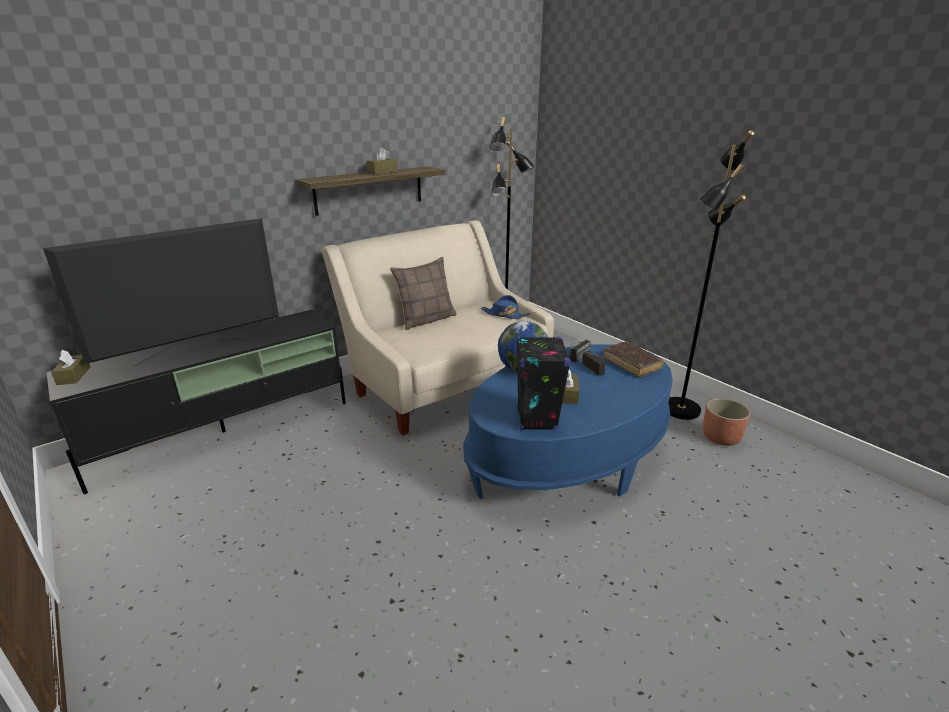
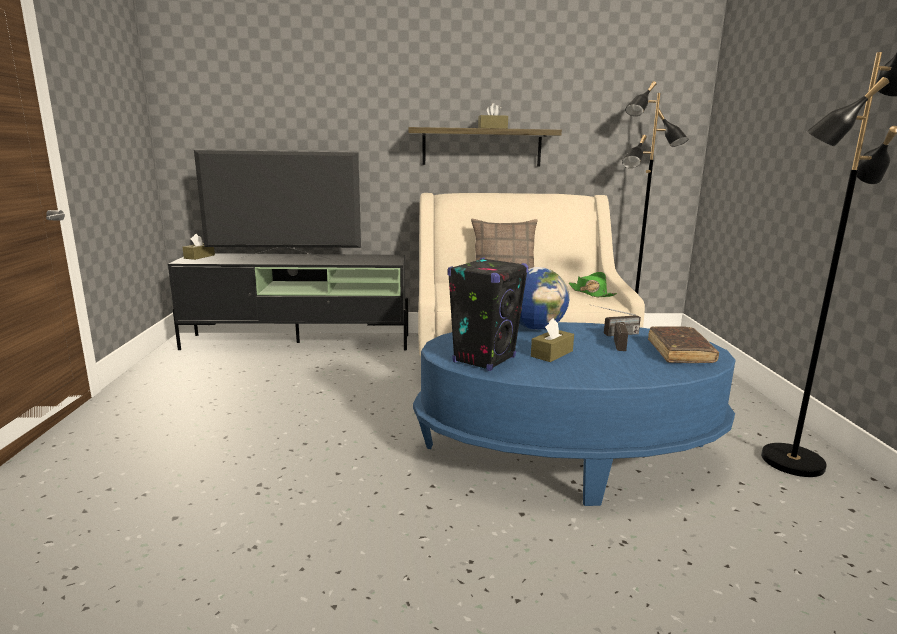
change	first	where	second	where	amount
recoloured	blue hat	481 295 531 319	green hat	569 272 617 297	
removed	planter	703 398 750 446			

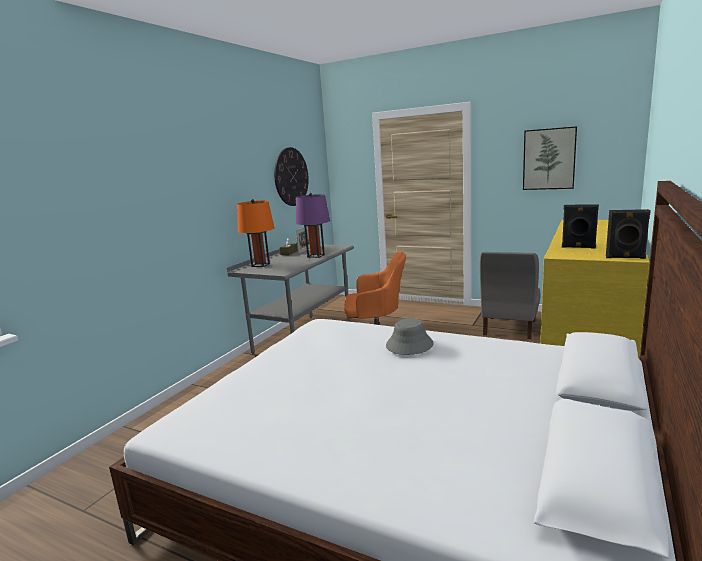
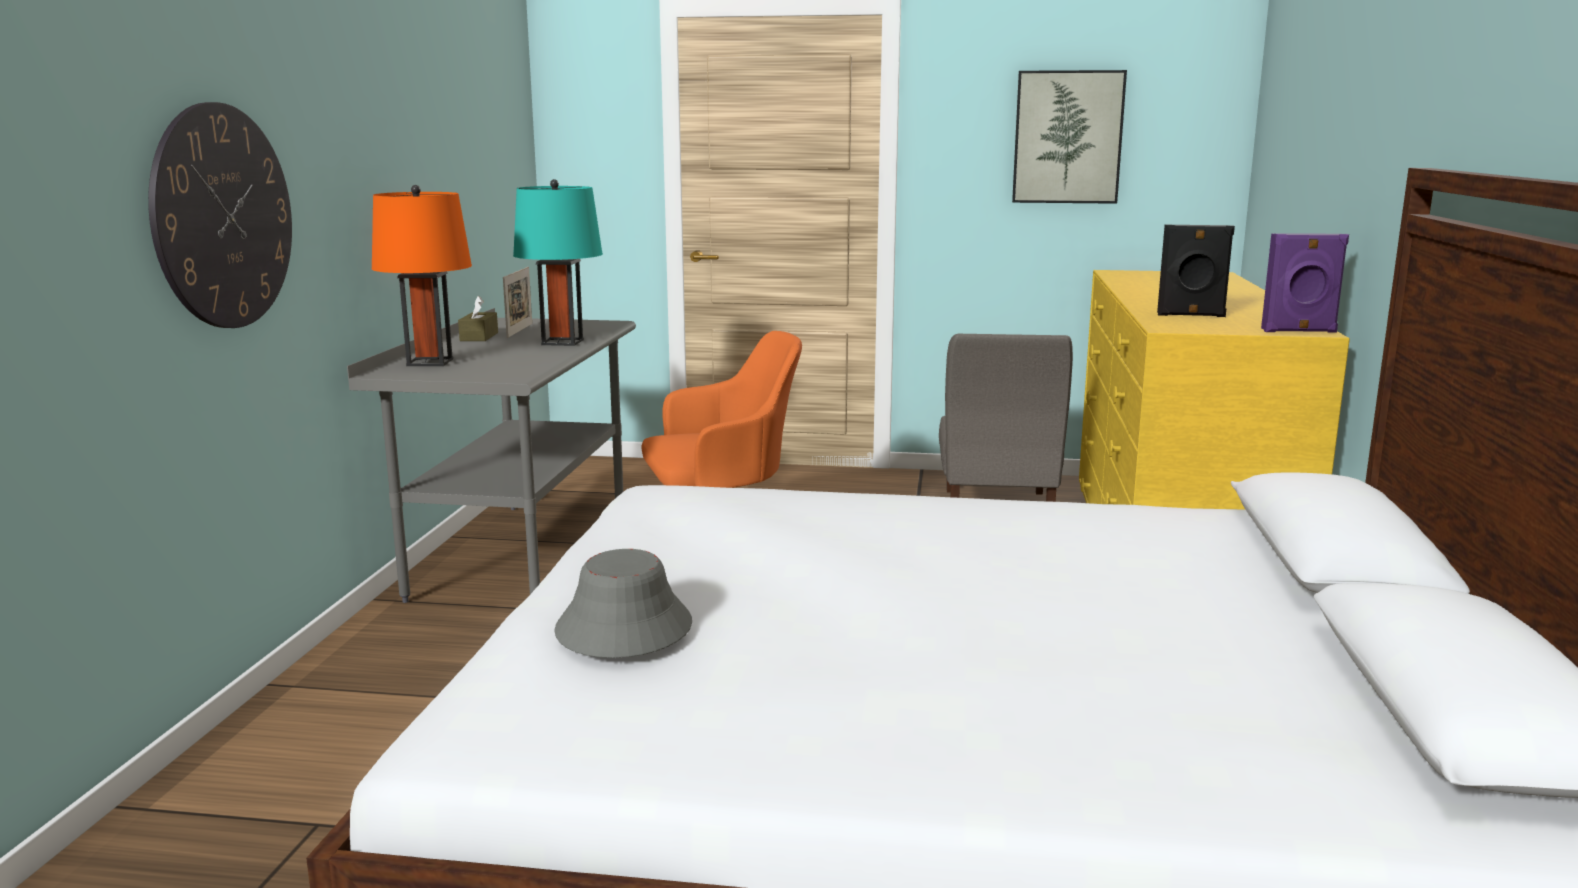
change	first	where	second	where	amount
moved	wall clock	274 147 309 206		148 102 292 328	
recoloured	purple table lamp	296 193 330 258	turquoise table lamp	513 179 602 346	
moved	grey hat	386 318 433 355		554 549 692 658	
recoloured	black speaker	606 209 651 259	purple speaker	1261 233 1349 333	

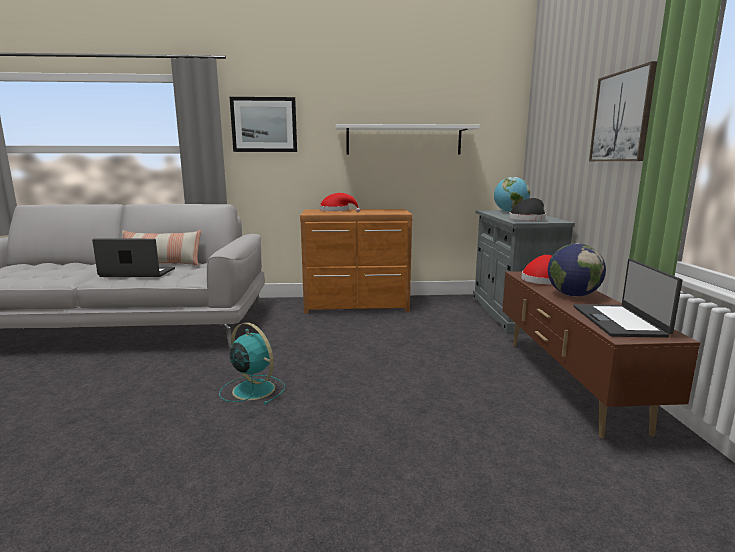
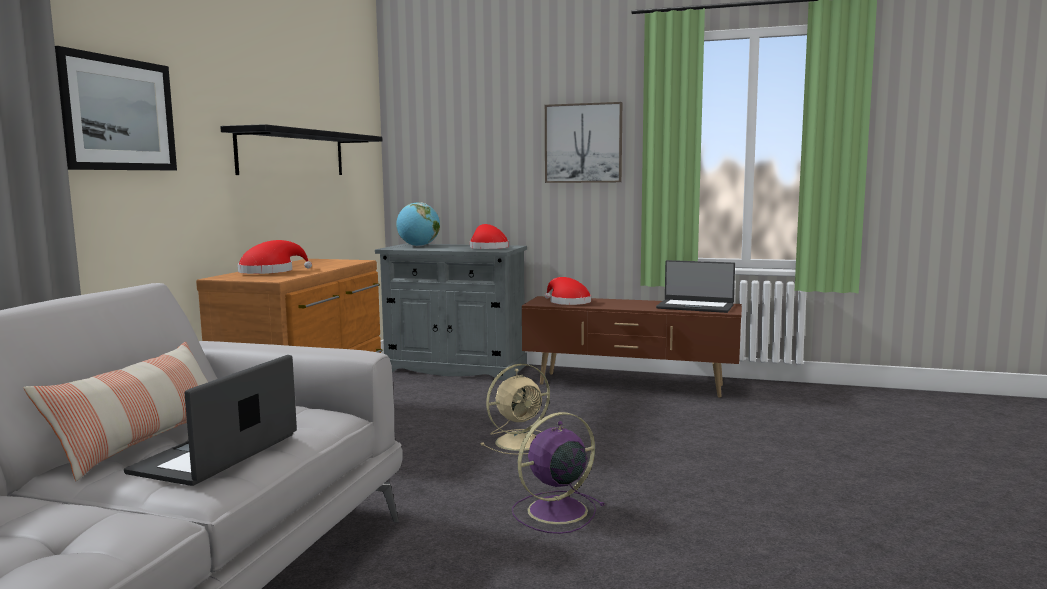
change	first	where	second	where	amount
recoloured	white shelf	336 124 480 155	black shelf	220 124 382 175	
recoloured	black hat	509 198 546 220	red hat	470 224 509 249	
added			beige fan	480 364 550 455	
recoloured	turquoise fan	219 322 285 405	purple fan	512 412 605 534	
removed	globe	548 243 606 297			

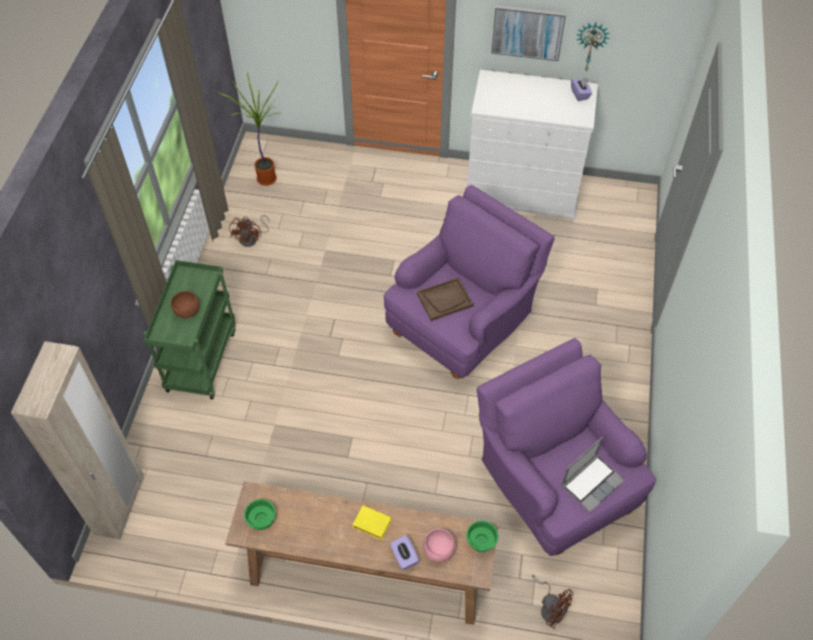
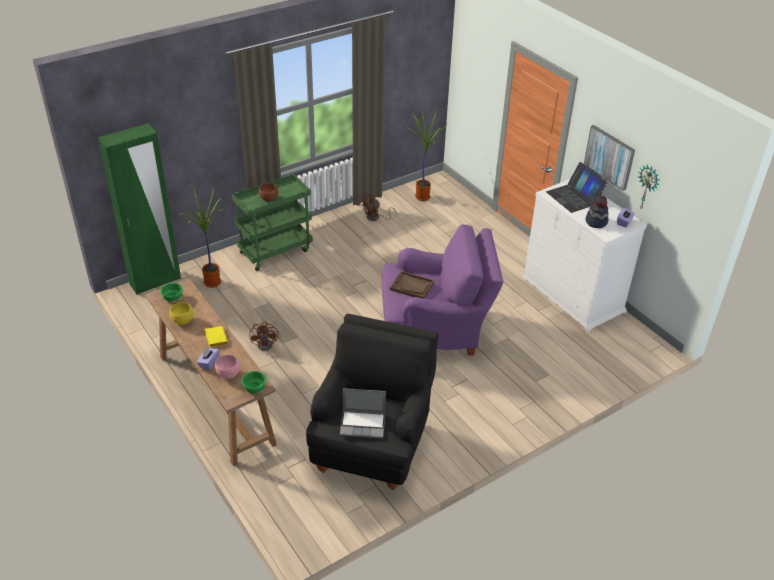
change	first	where	second	where	amount
recoloured	beige wardrobe	11 341 144 540	green wardrobe	98 123 181 295	
added			yellow bowl	170 302 194 325	
added			potted plant	177 187 224 288	
moved	brown fan	532 575 574 629		249 321 281 351	
recoloured	purple armchair	477 338 656 556	black armchair	306 314 438 490	
added			laptop	546 162 607 213	
added			hat	585 195 609 228	

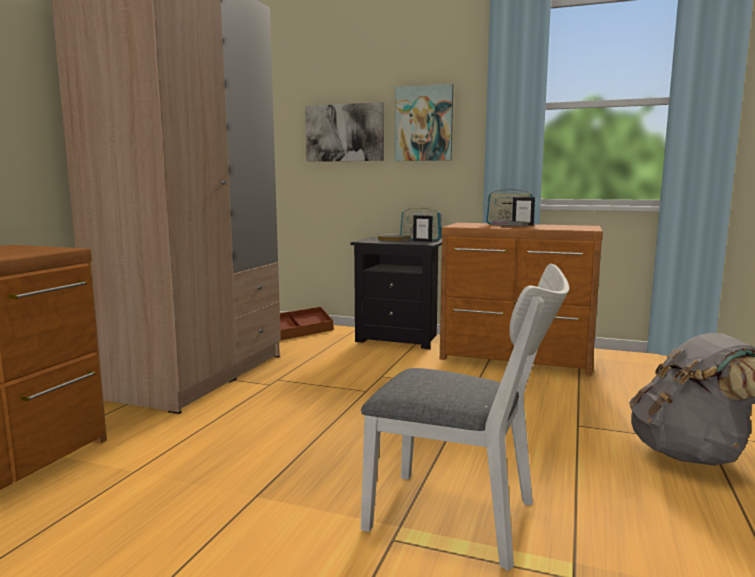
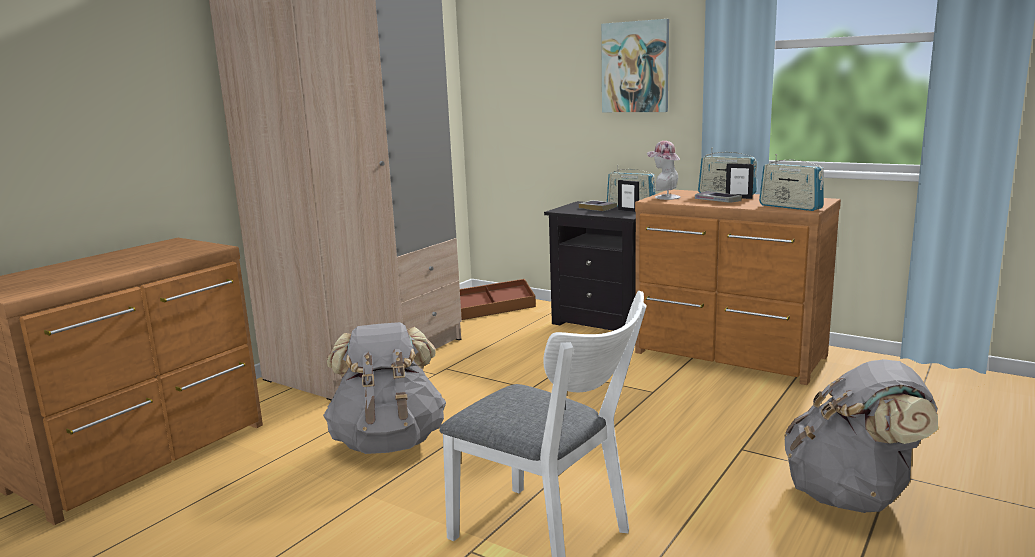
change	first	where	second	where	amount
added			grey backpack	323 322 446 454	
added			hat	647 141 680 200	
added			radio	759 154 824 211	
removed	picture	305 102 384 162			

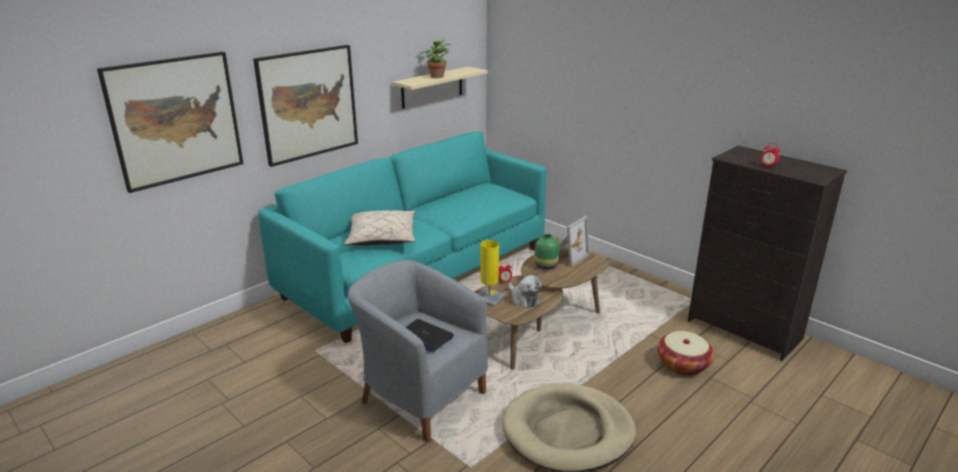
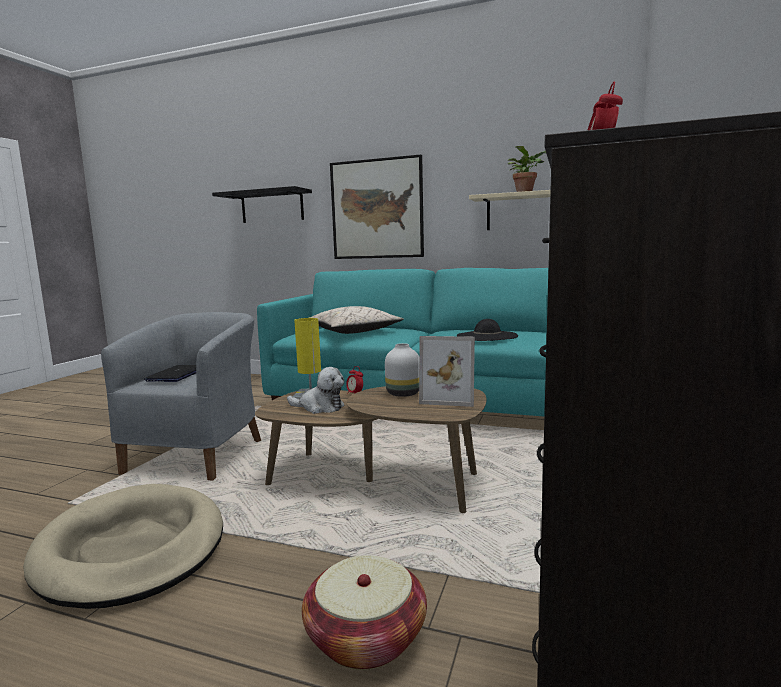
change	first	where	second	where	amount
replaced	picture	97 52 243 193	black shelf	212 186 312 223	
turned	plush toy	508 275 542 308		287 367 344 414	105 degrees counterclockwise
recoloured	green vase	535 234 559 270	white vase	385 343 419 397	
added			black hat	457 319 518 341	

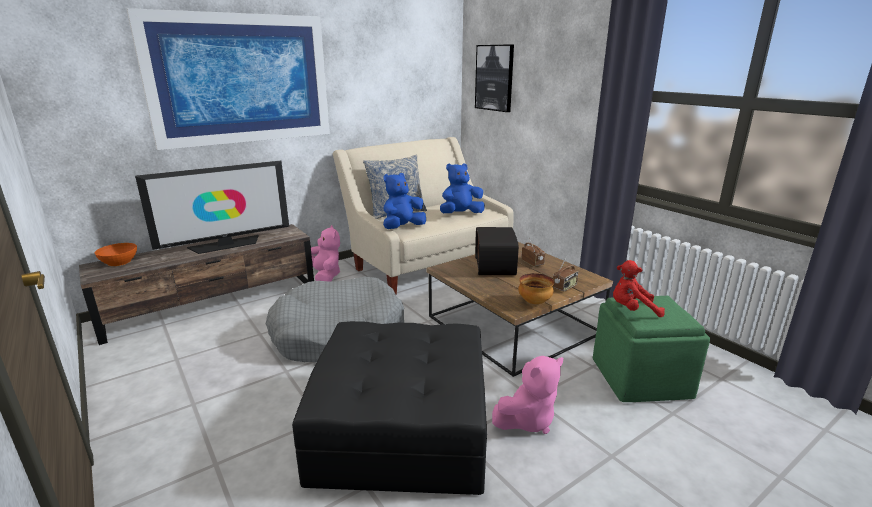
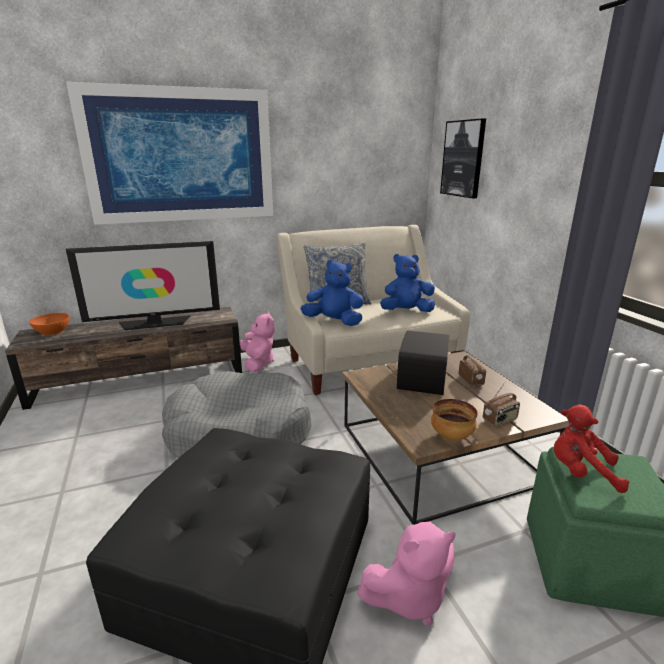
change	first	where	second	where	amount
turned	blue plush toy	383 173 426 229		300 260 364 326	45 degrees clockwise

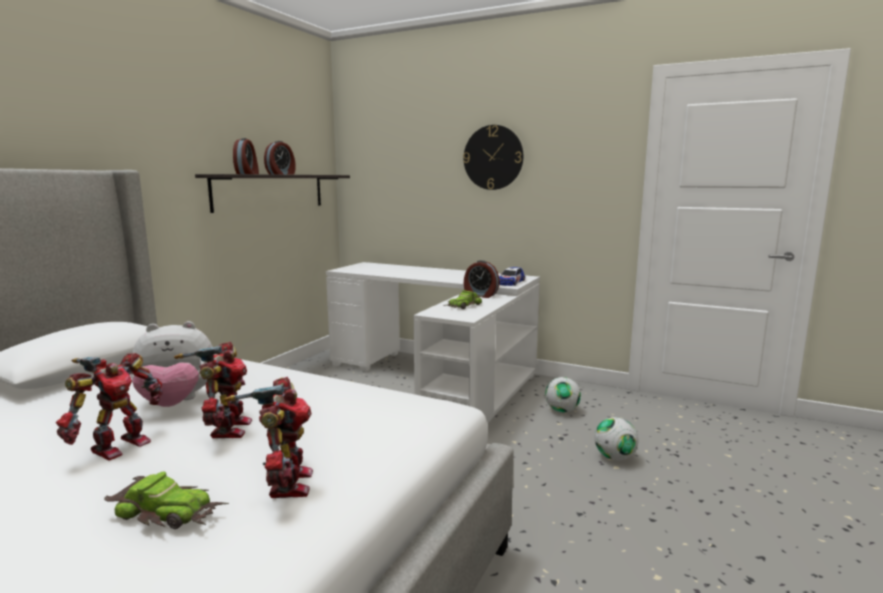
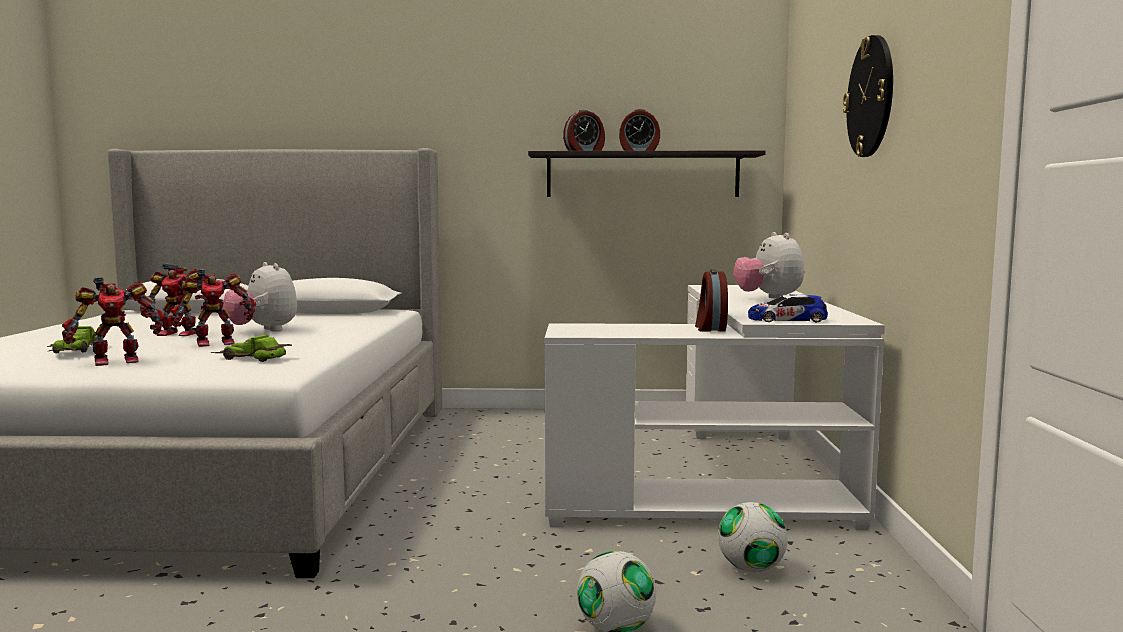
change	first	where	second	where	amount
moved	toy car	443 290 484 309		210 335 292 362	
added			plush toy	733 232 804 299	

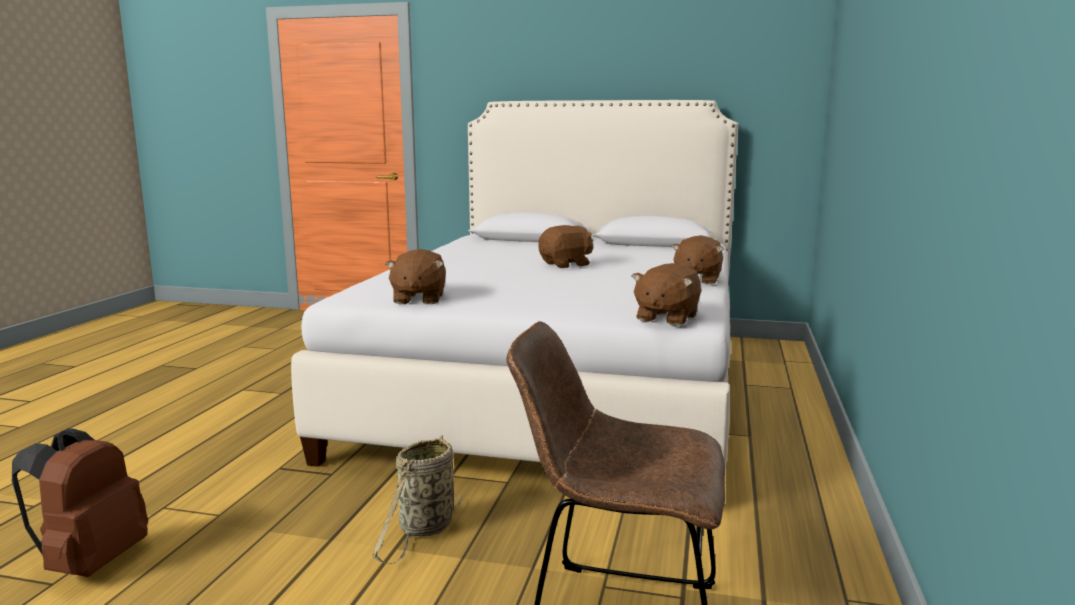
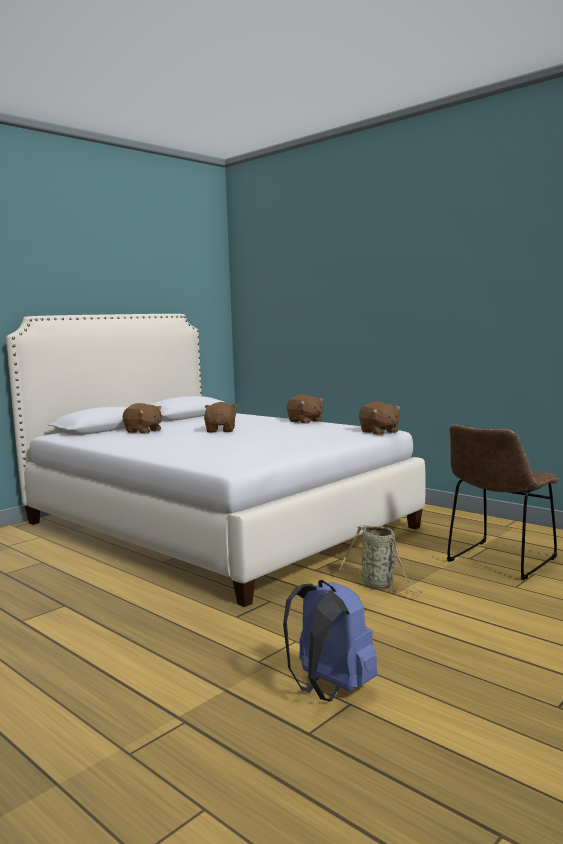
change	first	where	second	where	amount
moved	brown plush toy	385 249 446 304		123 403 162 434	
recoloured	brown backpack	12 428 148 577	blue backpack	283 580 378 702	

